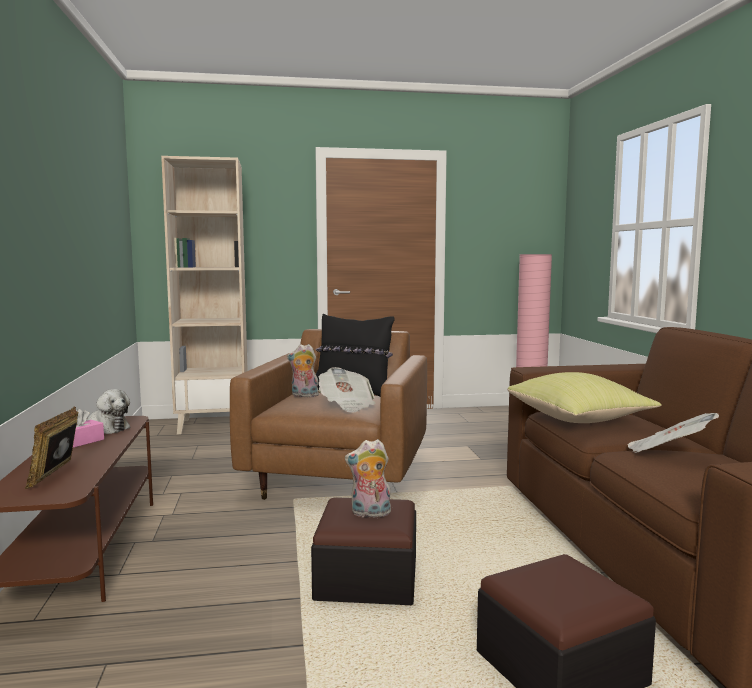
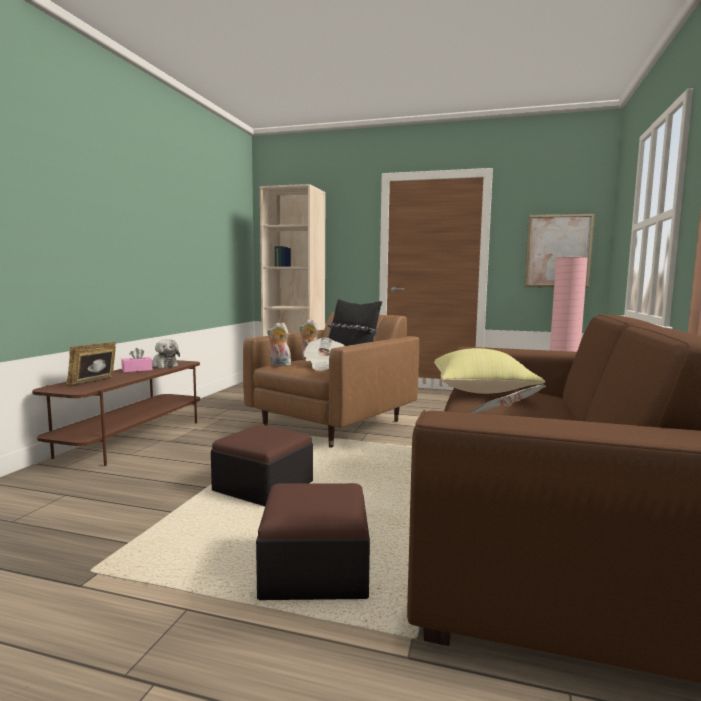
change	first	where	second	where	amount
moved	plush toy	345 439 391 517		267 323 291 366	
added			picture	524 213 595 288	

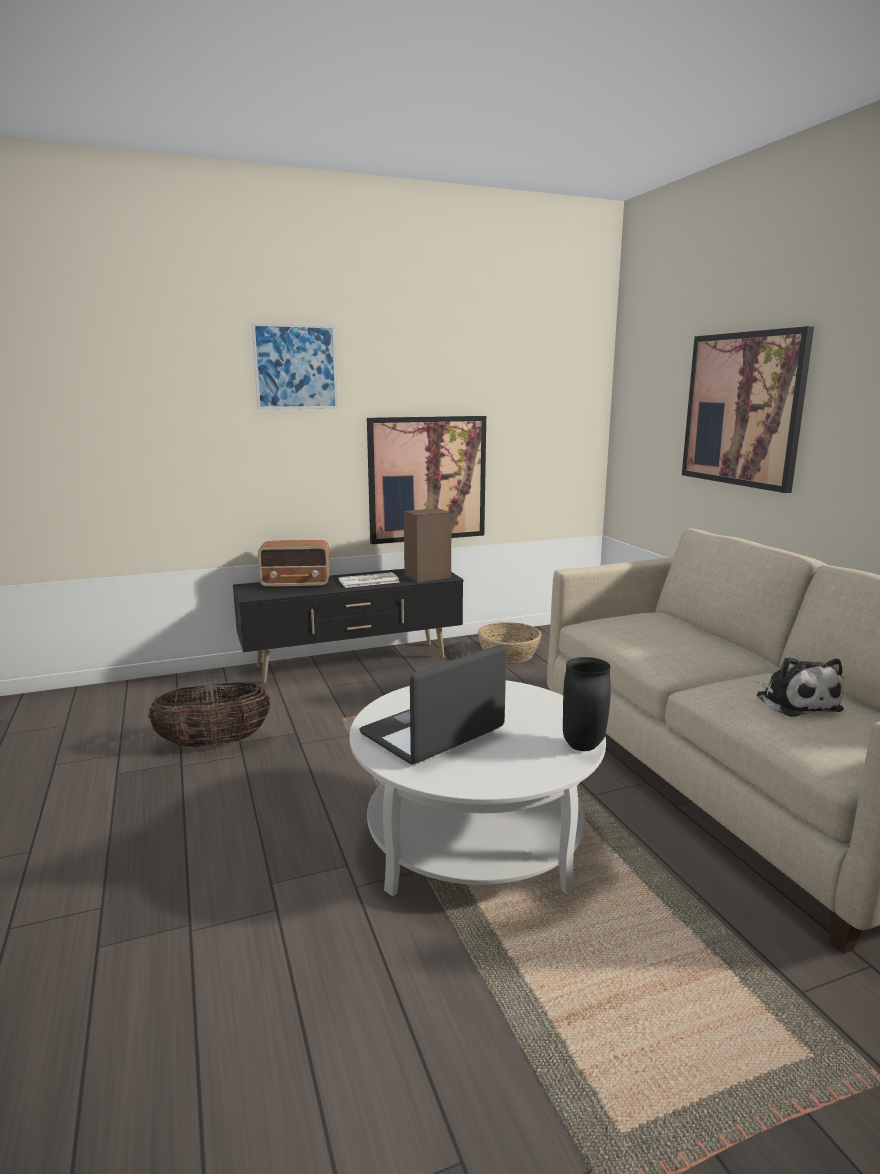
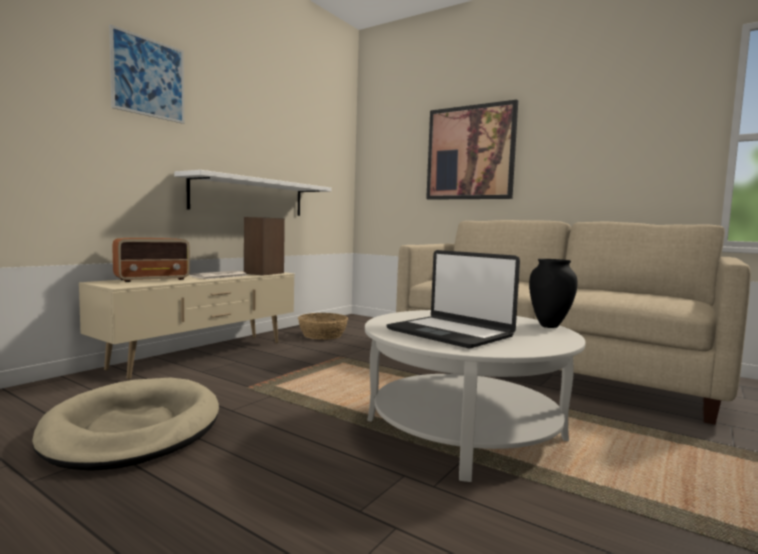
change	first	where	second	where	amount
replaced	basket	148 682 271 748	beige dog bed	32 378 219 471	
recoloured	black tv stand	233 569 464 683	beige tv stand	79 271 295 379	
replaced	picture	367 416 486 544	white shelf	174 170 332 216	
turned	laptop	359 644 506 764		386 250 520 349	60 degrees counterclockwise
removed	plush toy	757 657 844 717			

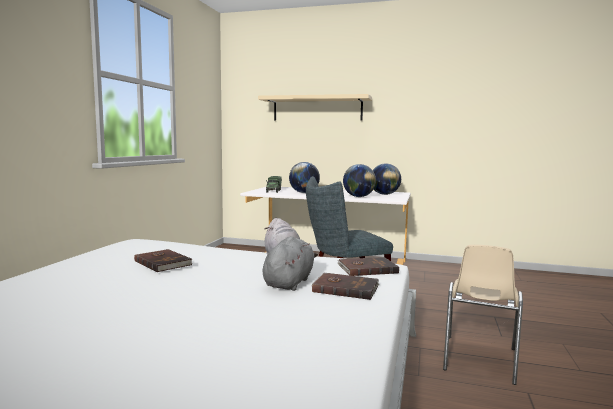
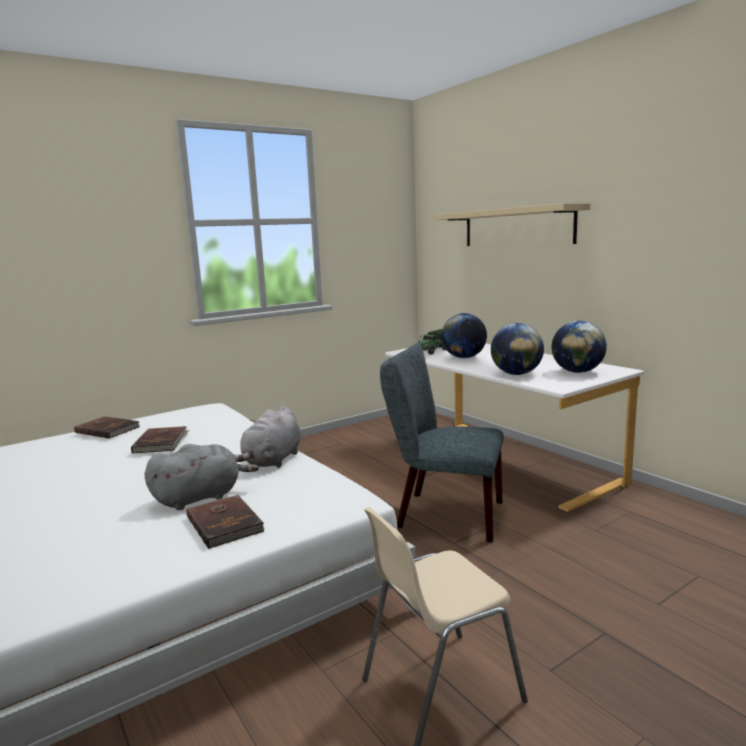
change	first	where	second	where	amount
moved	brown book	337 257 399 276		74 416 140 439	

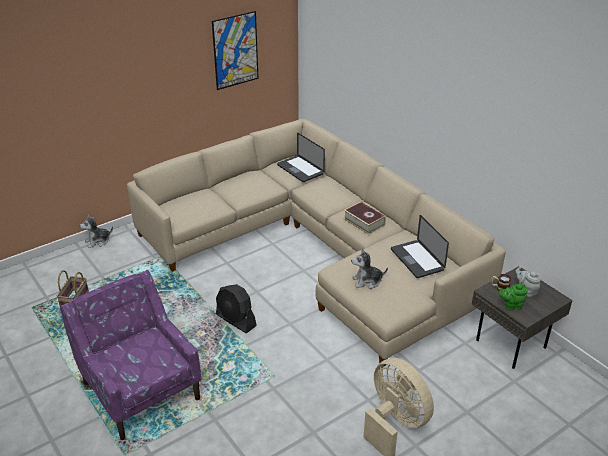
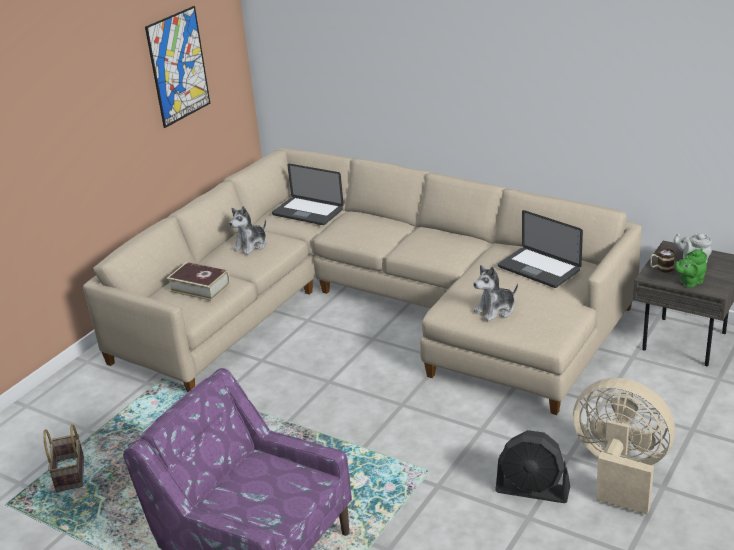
change	first	where	second	where	amount
moved	book	343 201 386 234		167 262 230 301	
moved	plush toy	80 214 113 248		229 206 266 255	
moved	black fan	216 284 257 333		495 430 570 503	

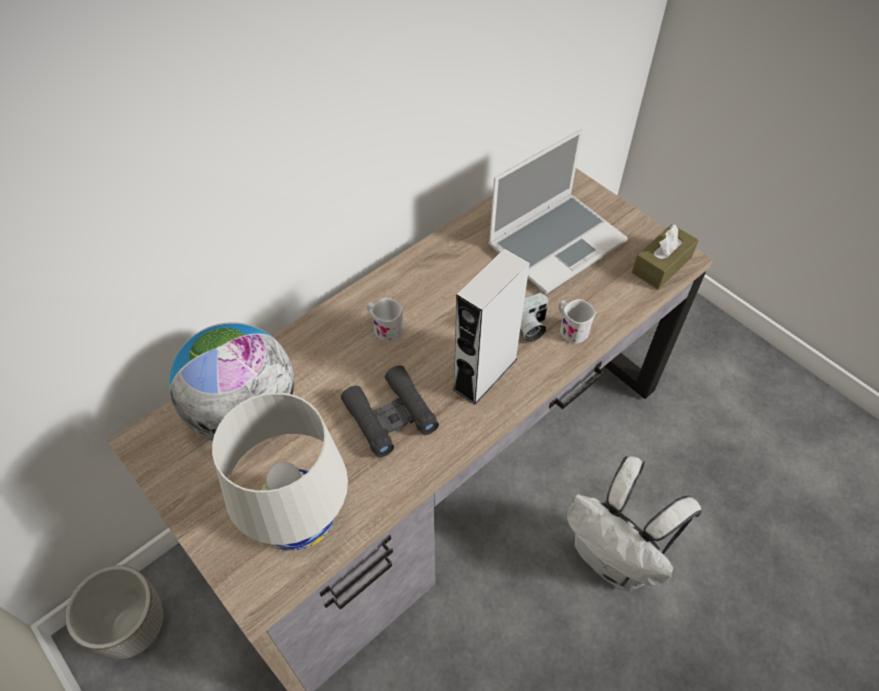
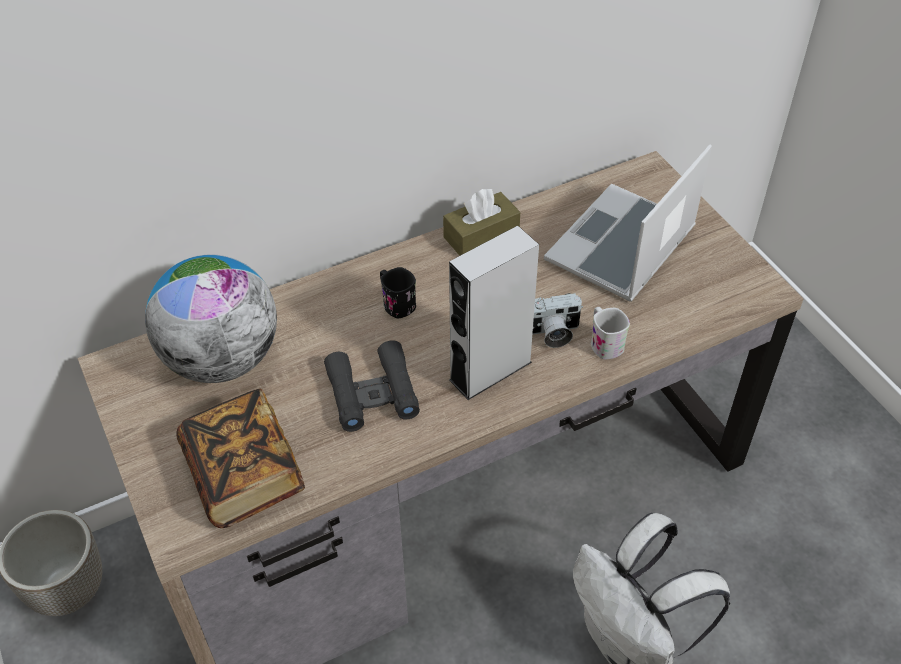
change	first	where	second	where	amount
replaced	white table lamp	212 393 348 551	book	176 389 305 528	
recoloured	white mug	367 298 403 342	black mug	380 267 416 318	
moved	brown tissue box	632 224 699 289		443 189 520 256	
turned	laptop	488 129 628 294		544 145 712 302	150 degrees clockwise

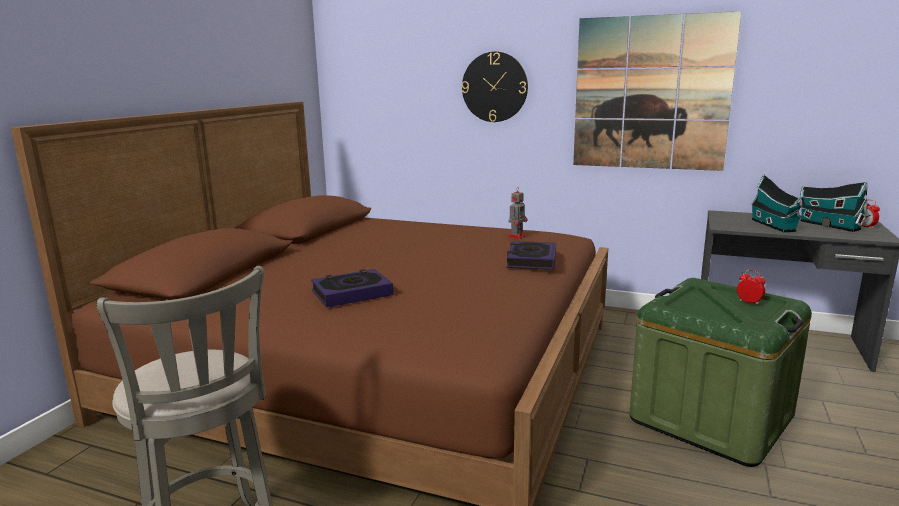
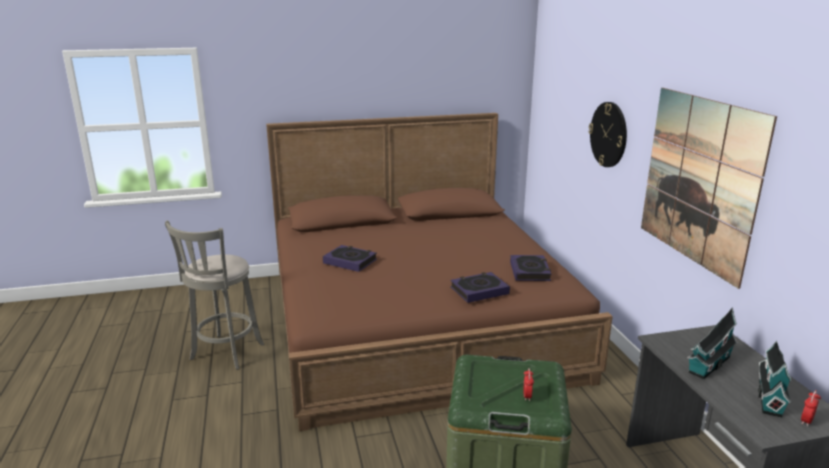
change	first	where	second	where	amount
replaced	toy robot	508 186 528 239	book	510 255 551 281	

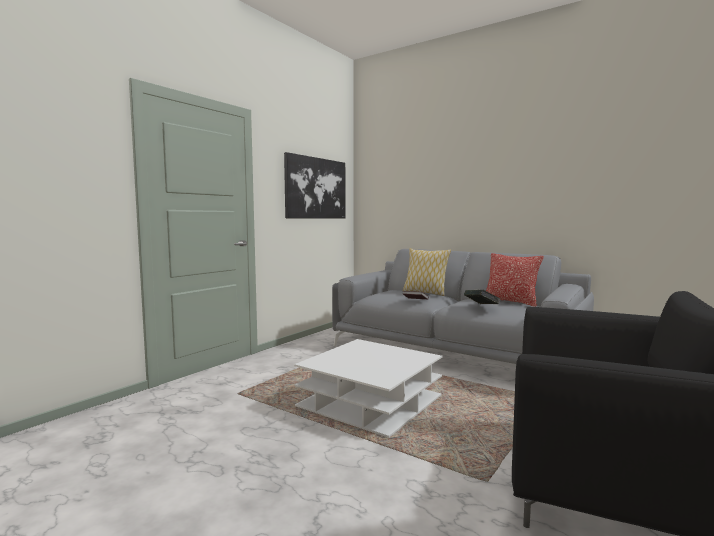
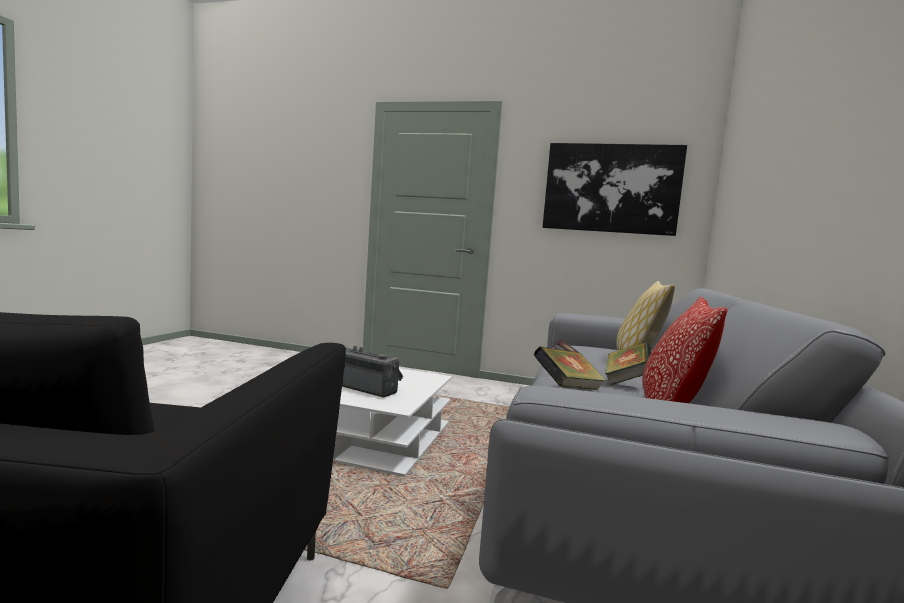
change	first	where	second	where	amount
added			radio	342 346 403 398	
added			book	605 342 651 385	

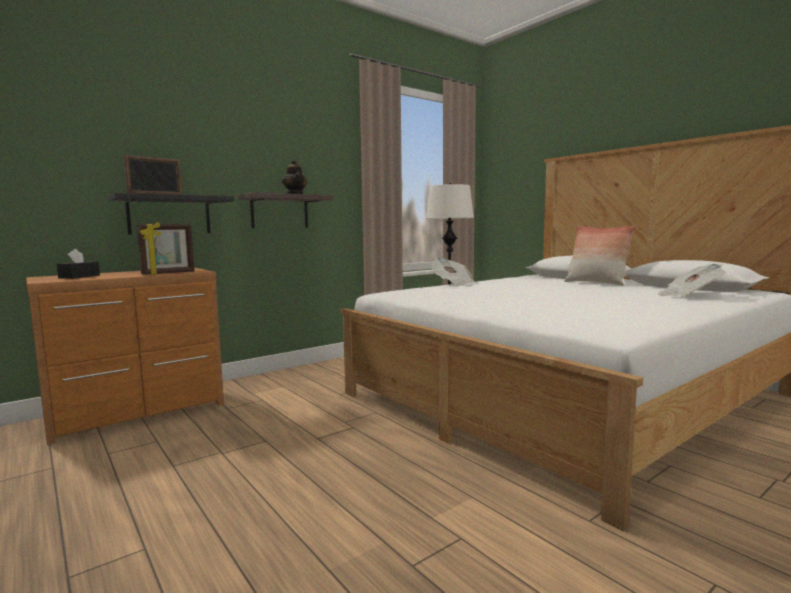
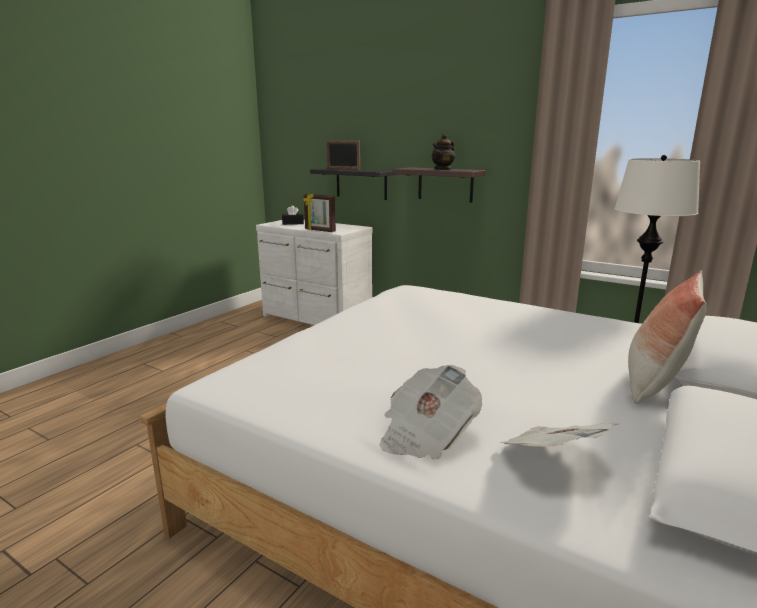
change	first	where	second	where	amount
recoloured	brown dresser	26 268 224 445	white dresser	256 220 372 325	
moved	newspaper	431 258 474 286		379 365 482 460	

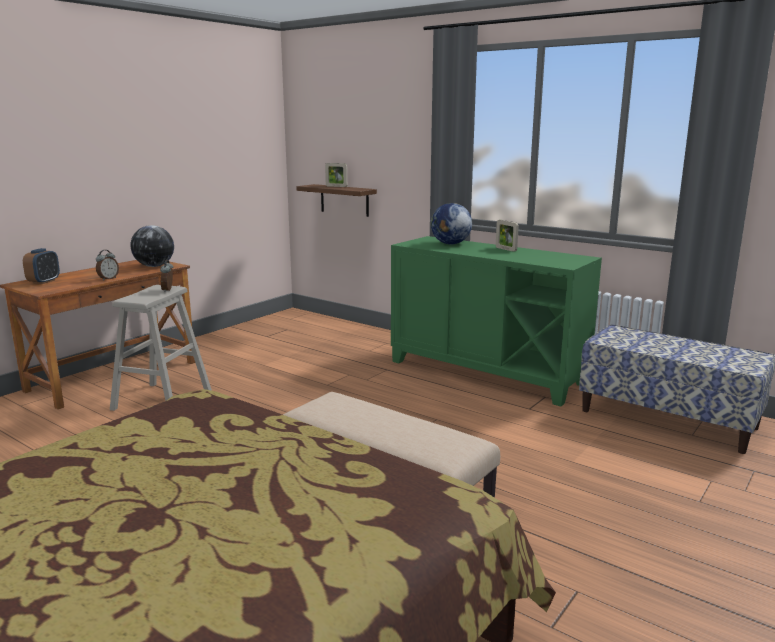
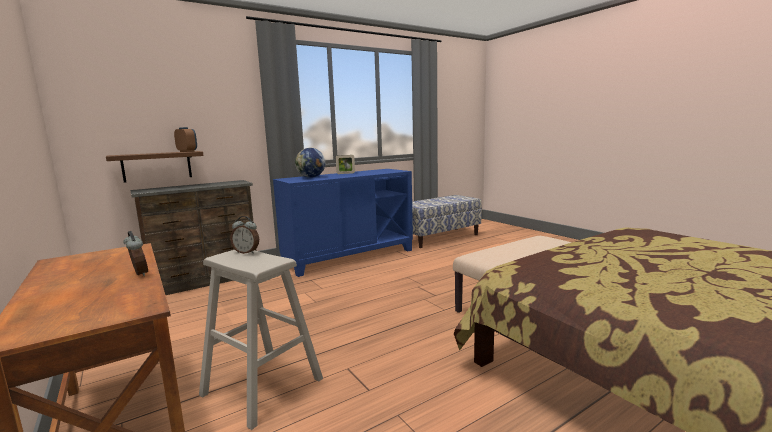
change	first	where	second	where	amount
added			brown dresser	130 180 256 295	
moved	alarm clock	23 248 60 284		174 127 197 152	
recoloured	green cabinet	391 236 602 406	blue cabinet	273 169 413 277	
removed	globe	131 225 174 267			
removed	picture frame	325 163 347 187			

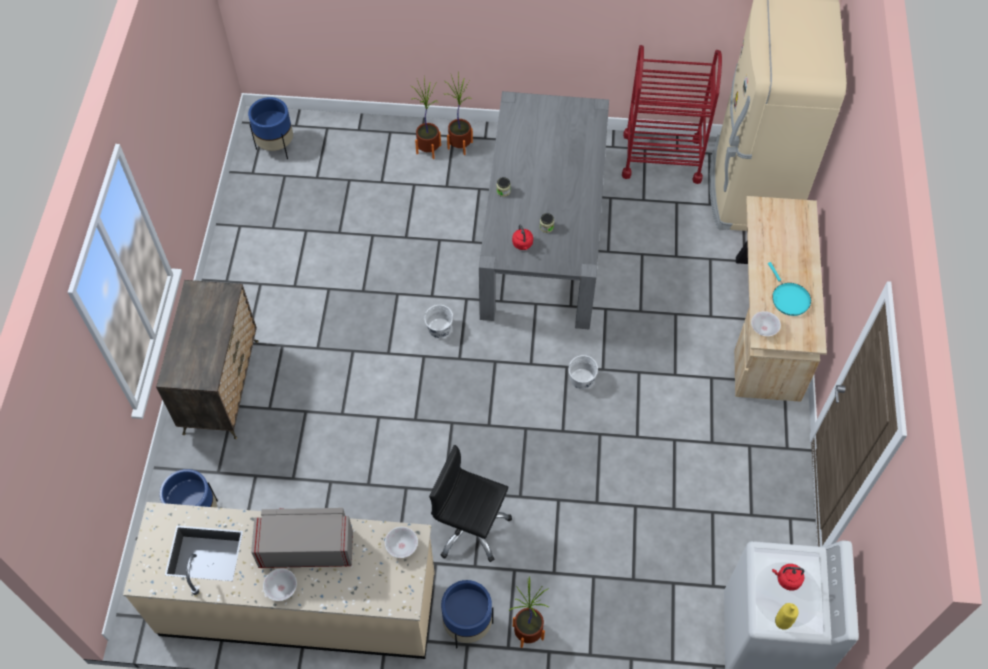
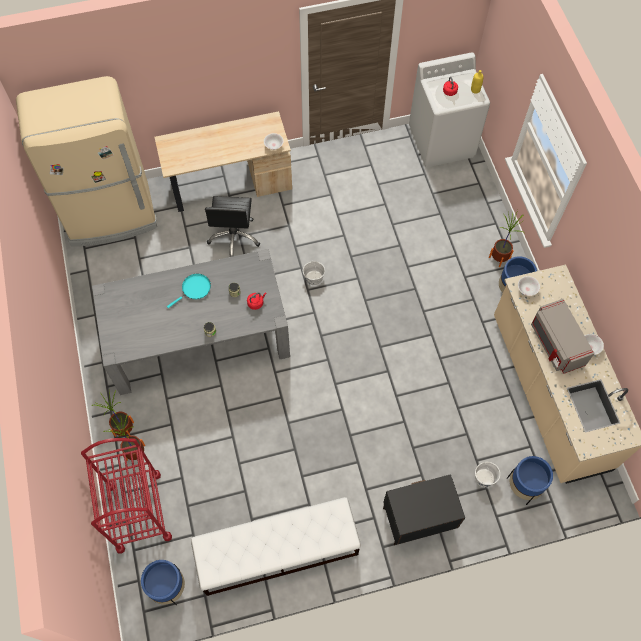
change	first	where	second	where	amount
moved	red cart	622 45 722 184		81 438 172 554	
moved	turquoise frying pan	768 262 811 316		167 274 211 308	
added			white bench	191 497 361 596	
moved	black office chair	429 445 512 562		205 196 260 257	
replaced	dresser	156 280 258 439	black nightstand	383 474 465 546	
moved	white bucket	424 305 453 338		475 462 500 487	

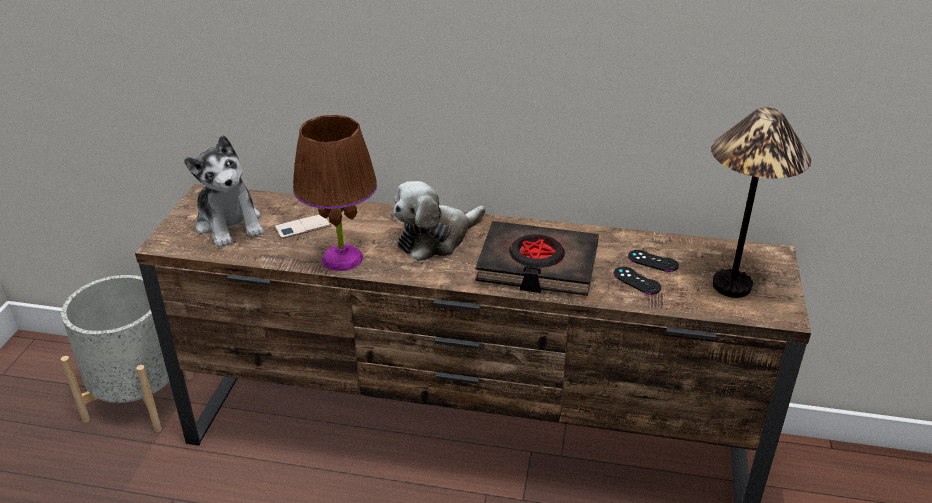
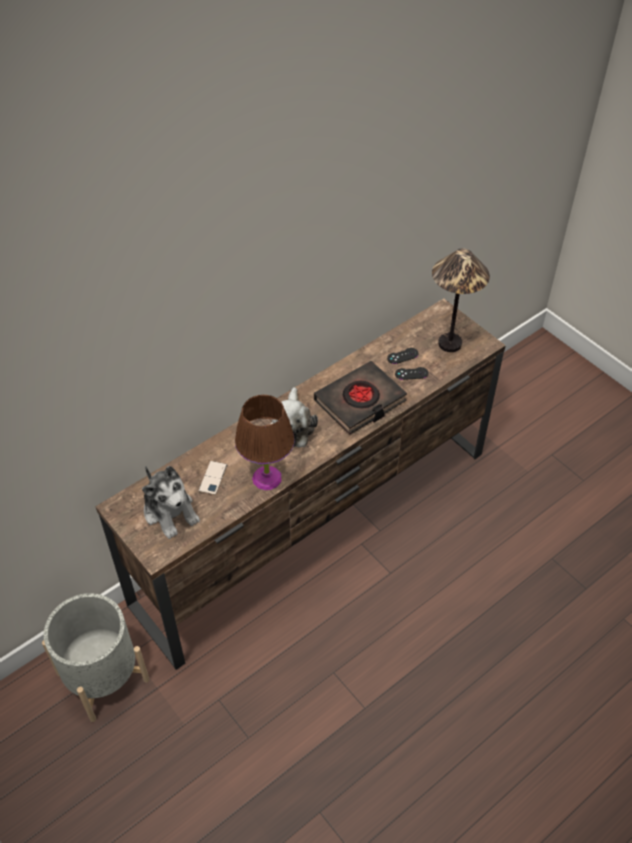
change	first	where	second	where	amount
turned	plush toy	184 135 264 248		142 465 200 539	45 degrees clockwise

